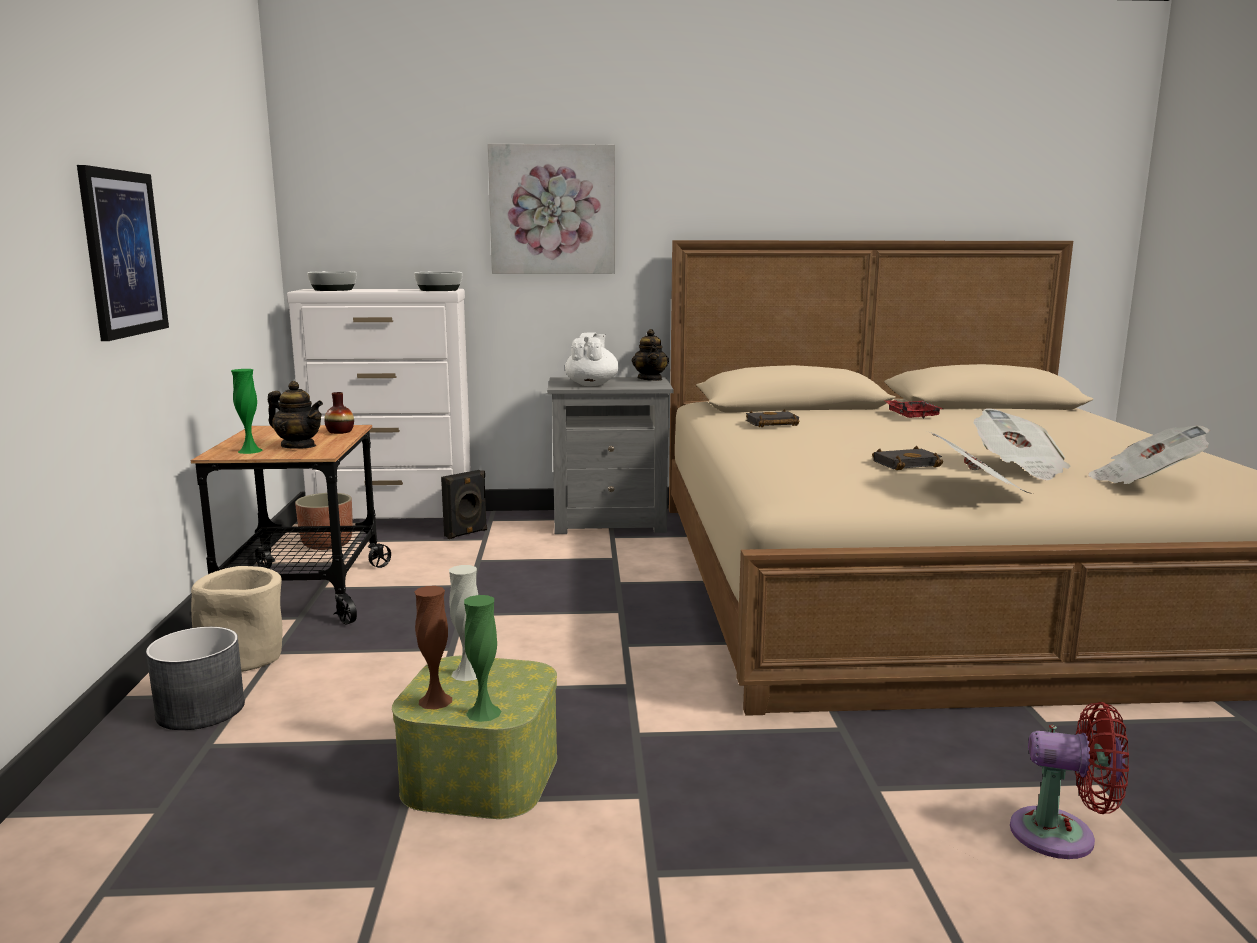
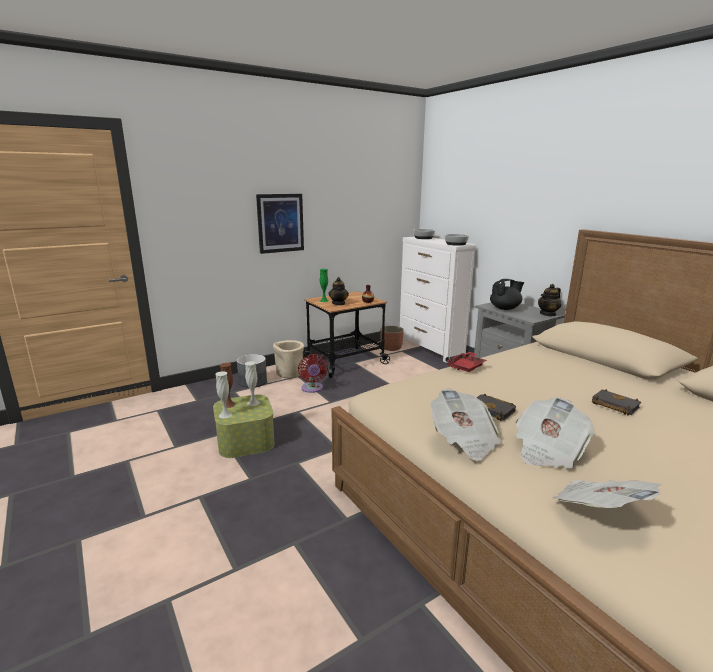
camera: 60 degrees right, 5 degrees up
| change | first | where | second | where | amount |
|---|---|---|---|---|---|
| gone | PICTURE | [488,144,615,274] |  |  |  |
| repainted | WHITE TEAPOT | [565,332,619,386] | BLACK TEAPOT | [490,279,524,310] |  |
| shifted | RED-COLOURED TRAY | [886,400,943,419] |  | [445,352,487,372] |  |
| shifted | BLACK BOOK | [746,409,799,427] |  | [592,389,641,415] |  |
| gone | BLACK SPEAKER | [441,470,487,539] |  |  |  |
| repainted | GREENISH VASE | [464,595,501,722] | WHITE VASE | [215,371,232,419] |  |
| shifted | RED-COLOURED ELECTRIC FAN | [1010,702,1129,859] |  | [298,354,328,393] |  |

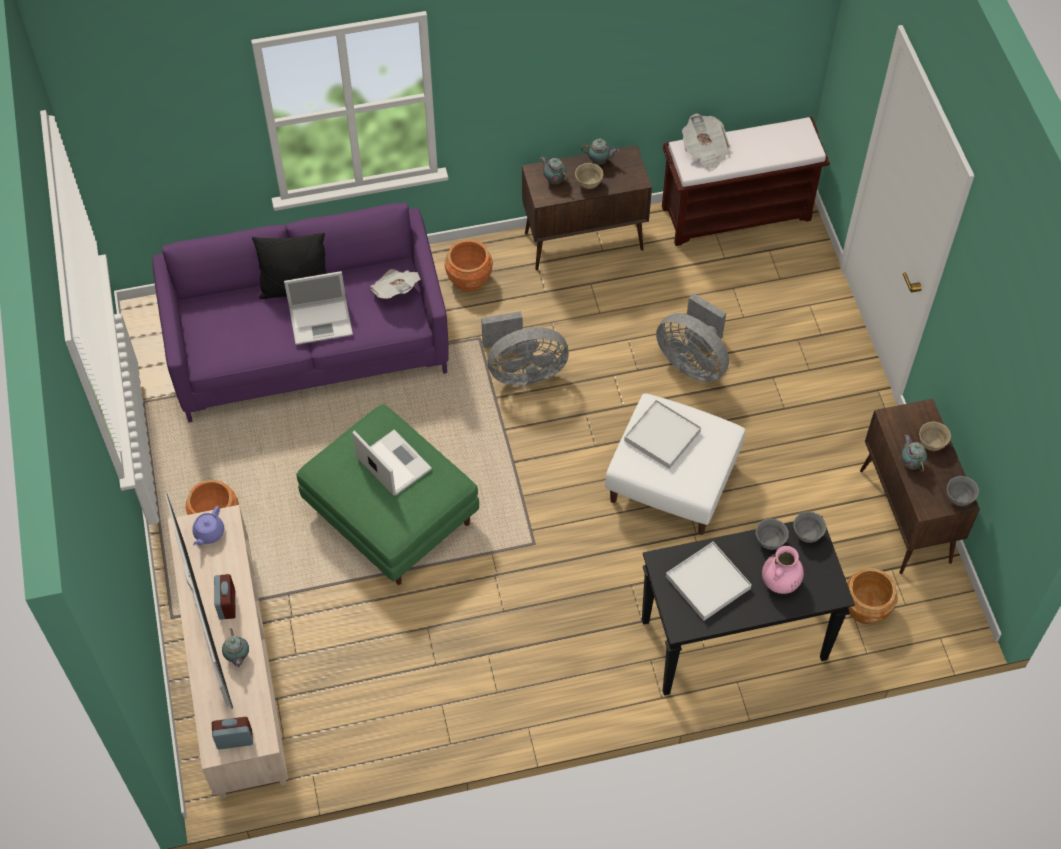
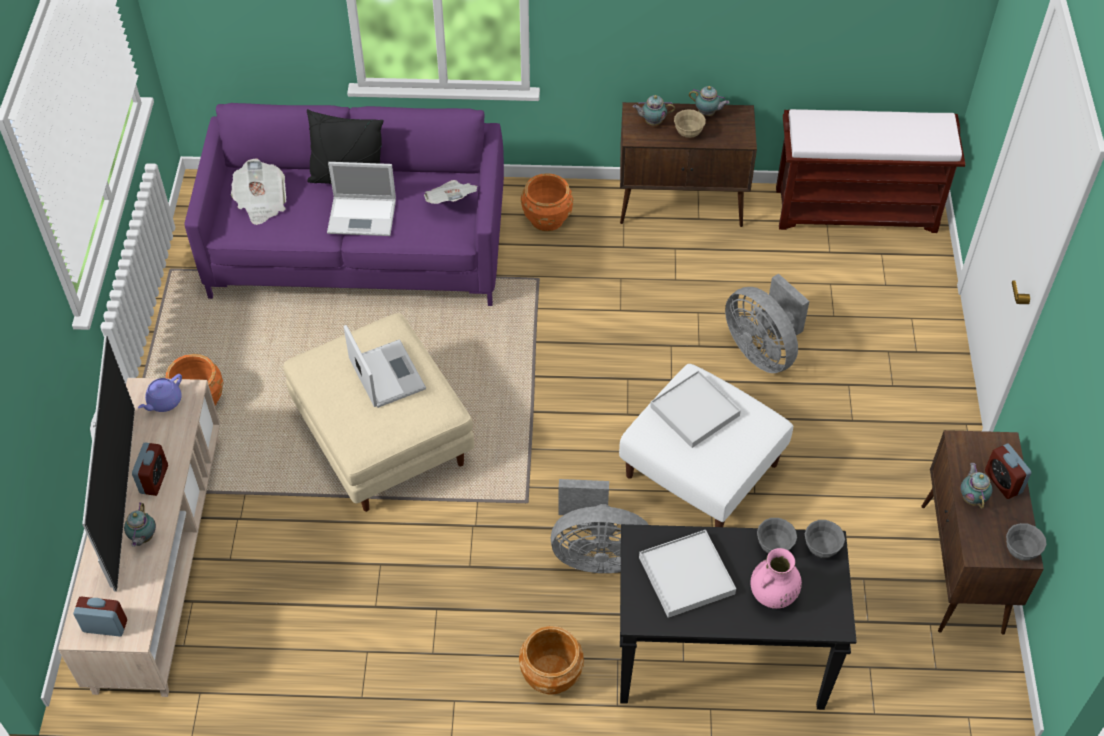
camera: 15 degrees right, 5 degrees down
| change | first | where | second | where | amount |
|---|---|---|---|---|---|
| shifted | DAILY PAPER | [682,113,731,171] |  | [231,159,286,225] |  |
| rotated | TEAPOT | [540,156,568,184] |  | [633,95,675,126] | 60 degrees counterclockwise |
| shifted | GRAY ELECTRIC FAN | [481,311,569,386] |  | [551,479,649,573] |  |
| repainted | GREENISH OTTOMAN | [297,404,479,585] | BEIGE-COLOURED OTTOMAN | [283,313,474,512] |  |
| swapped | BEIGE-COLOURED BOWL | [919,421,951,451] | BEDSIDE CLOCK | [985,444,1031,499] |  |
| shifted | BROWN-COLOURED PLANT POT | [847,568,898,624] |  | [519,626,584,695] |  |

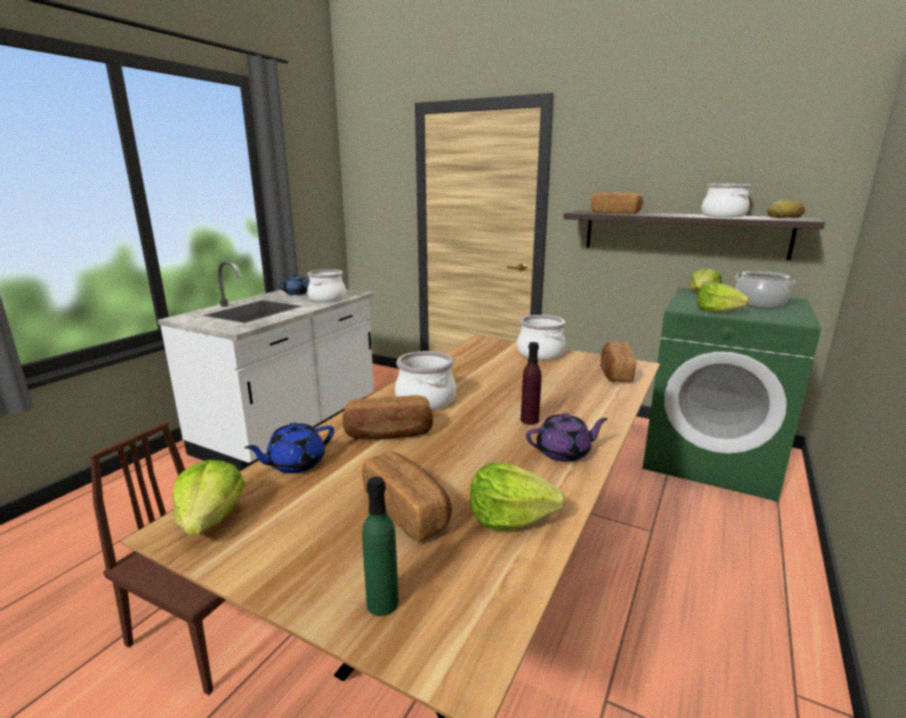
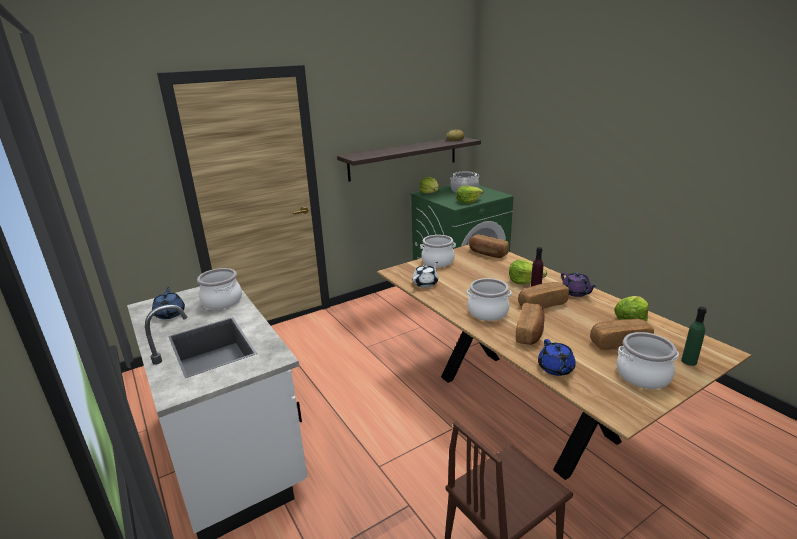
camera: 60 degrees left, 5 degrees up
| change | first | where | second | where | amount |
|---|---|---|---|---|---|
| shifted | STOCKPOT | [701,184,751,217] |  | [617,332,679,389] |  |
| shifted | BREAD | [591,193,643,214] |  | [518,282,569,309] |  |
| rotated | PURPLE-COLOURED TEAPOT | [526,413,608,462] |  | [561,272,597,297] | 135 degrees clockwise |
| shifted | LETTUCE | [173,460,245,535] |  | [509,260,547,284] |  |
| new |  |  | WHITE TEAPOT | [412,262,438,288] |  |

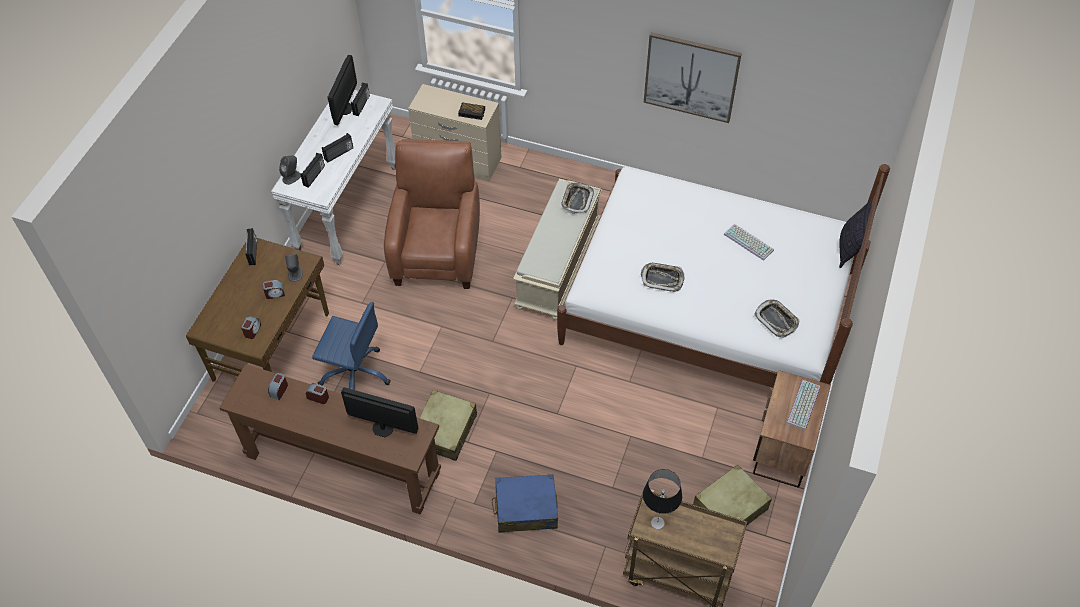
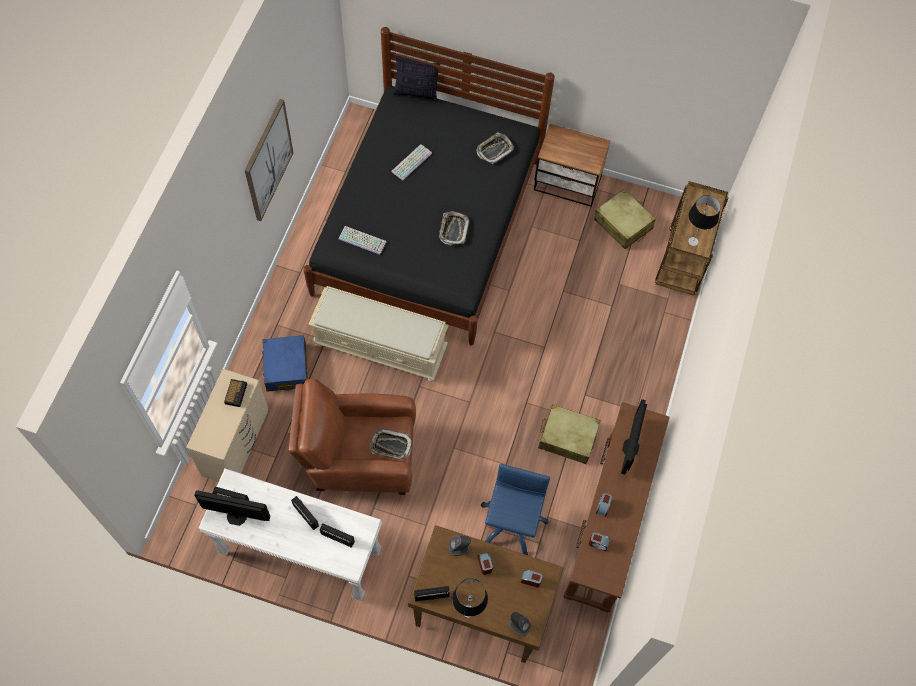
camera: 95 degrees left, 10 degrees up
| change | first | where | second | where | amount |
|---|---|---|---|---|---|
| shifted | GRAY SPEAKER | [279,155,301,185] |  | [509,612,531,637] |  |
| repainted | WHITE SLEEPING BED | [557,164,890,388] | BLACK SLEEPING BED | [303,27,555,346] |  |
| shifted | TRAY | [561,182,594,214] |  | [370,429,412,460] |  |
| shifted | COMPUTER KEYBOARD | [787,380,820,430] |  | [339,226,386,255] |  |
| shifted | BLUE TRAVEL CASE | [492,474,558,533] |  | [262,335,308,392] |  |
| new |  |  | TABLETOP LAMP | [452,578,488,617] |  |

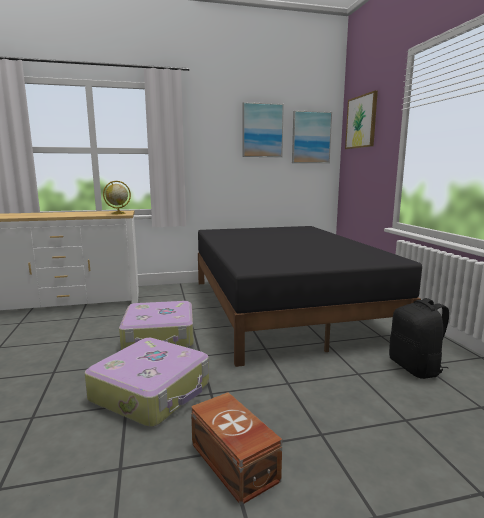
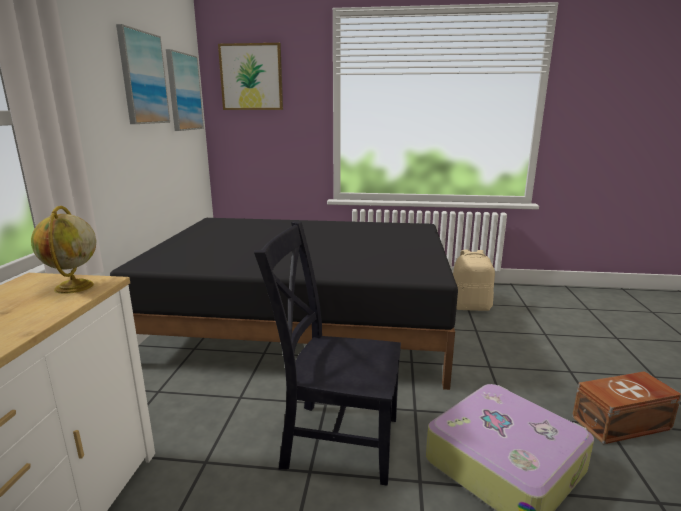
camera: 70 degrees left, 5 degrees up
| change | first | where | second | where | amount |
|---|---|---|---|---|---|
| repainted | BLACK KNAPSACK | [389,298,449,379] | BEIGE-COLOURED KNAPSACK | [453,250,495,311] |  |
| swapped | TRAVEL CASE | [119,301,194,350] | BLACK UPRIGHT CHAIR | [254,221,401,486] |  |

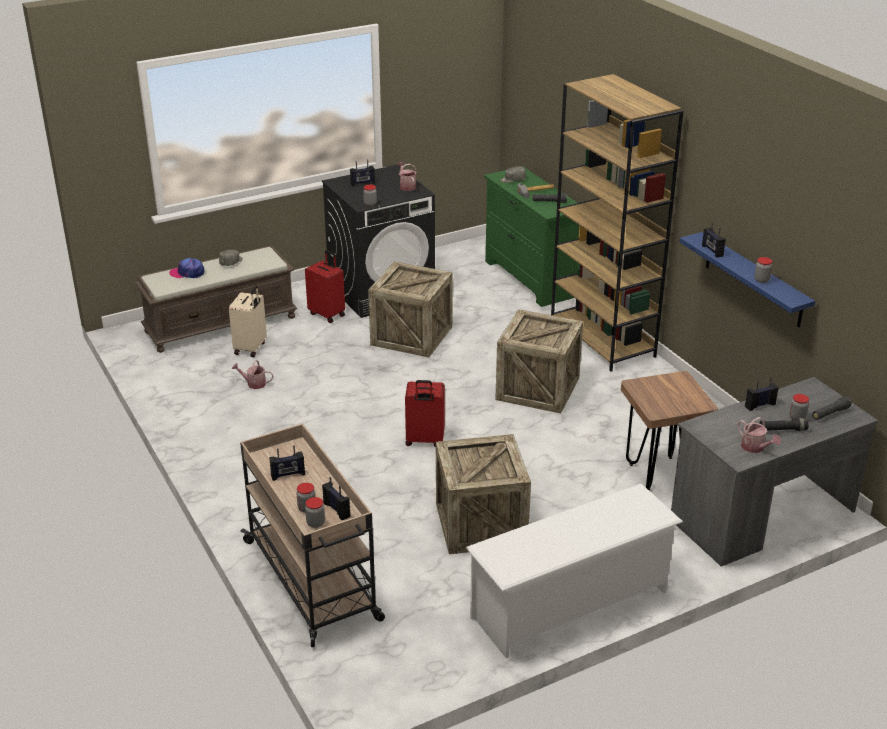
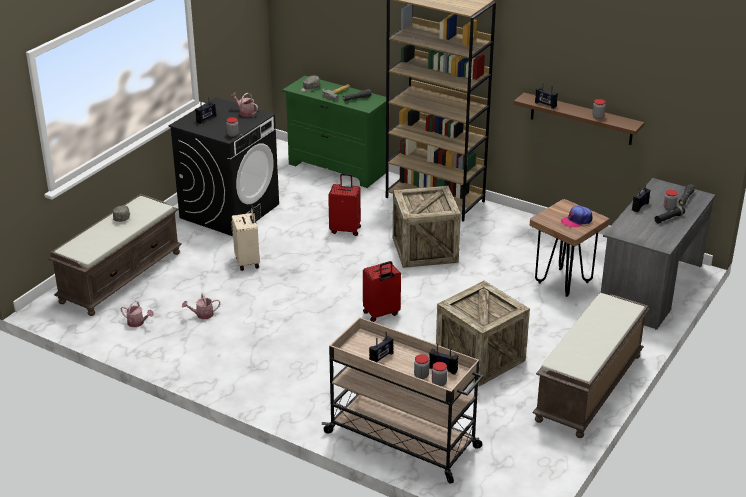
camera: 30 degrees left, 0 degrees up
| change | first | where | second | where | amount |
|---|---|---|---|---|---|
| repainted | BLUE BRACKET SHELF | [679,232,815,327] | BROWN-COLOURED BRACKET SHELF | [514,93,644,145] |  |
| shifted | RED-COLOURED TRAVEL CASE | [305,250,345,323] |  | [328,173,361,236] |  |
| shifted | BASEBALL CAP | [169,258,204,278] |  | [561,206,593,228] |  |
| gone | CRATE | [368,262,453,357] |  |  |  |
| shifted | BEIGE-COLOURED TRAVEL CASE | [229,285,267,357] |  | [232,205,260,271] |  |
| shifted | SPRINKLING CAN | [737,417,781,453] |  | [121,301,154,327] |  |
| swapped | WHITE SHOE SHELF | [466,484,683,658] | BROWN-COLOURED INDOOR BENCH | [533,293,649,438] |  |

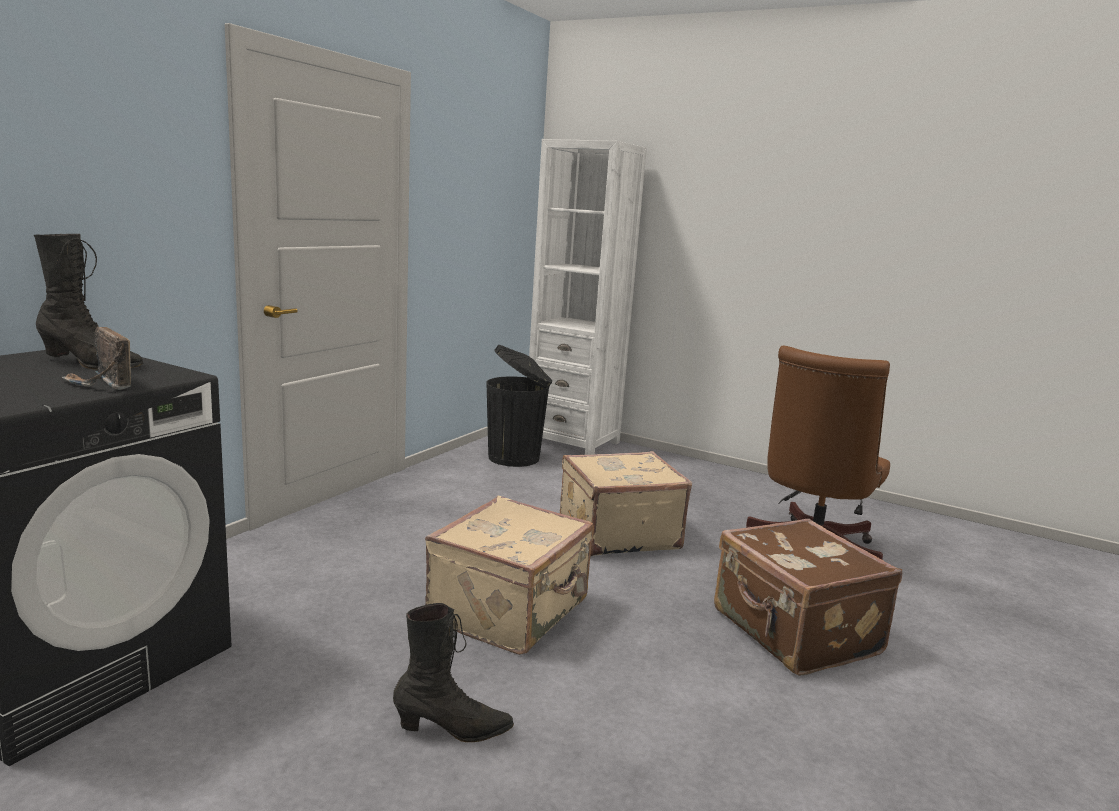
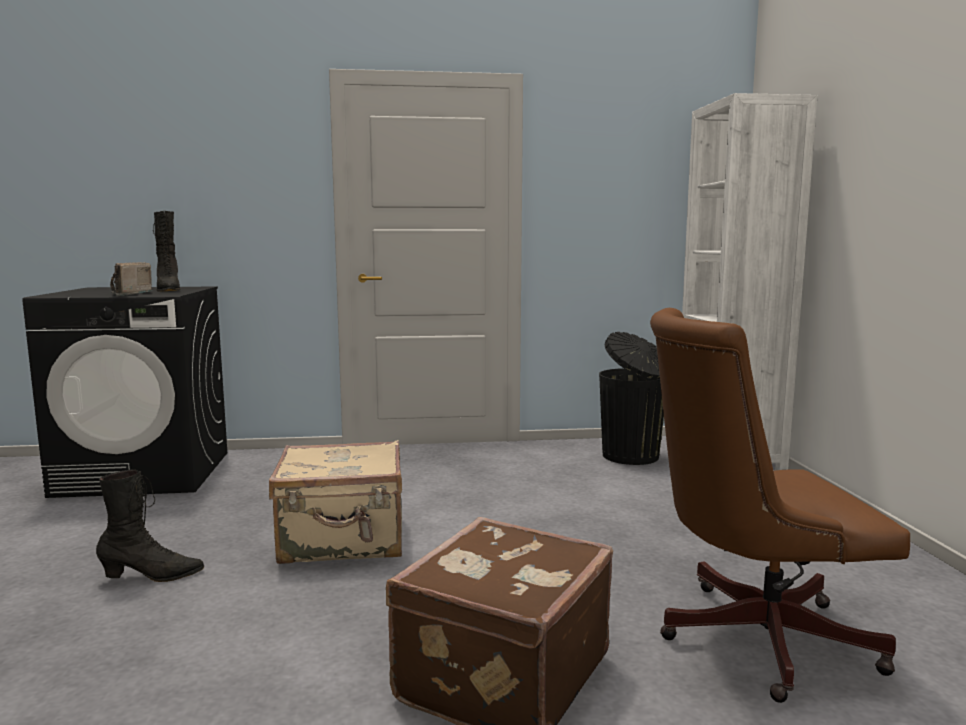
camera: 55 degrees right, 5 degrees down
| change | first | where | second | where | amount |
|---|---|---|---|---|---|
| gone | BEIGE-COLOURED TRAVEL CASE | [560,451,692,557] |  |  |  |
| rotated | BLACK HIGH-TOP BOOT | [393,603,514,742] |  | [96,469,204,582] | 60 degrees counterclockwise |

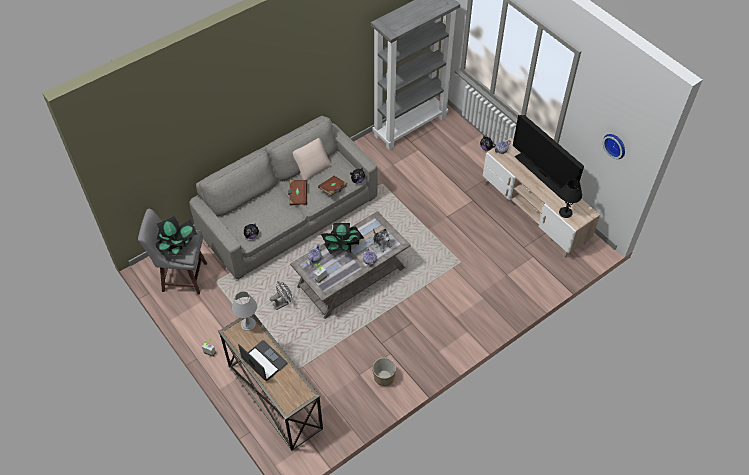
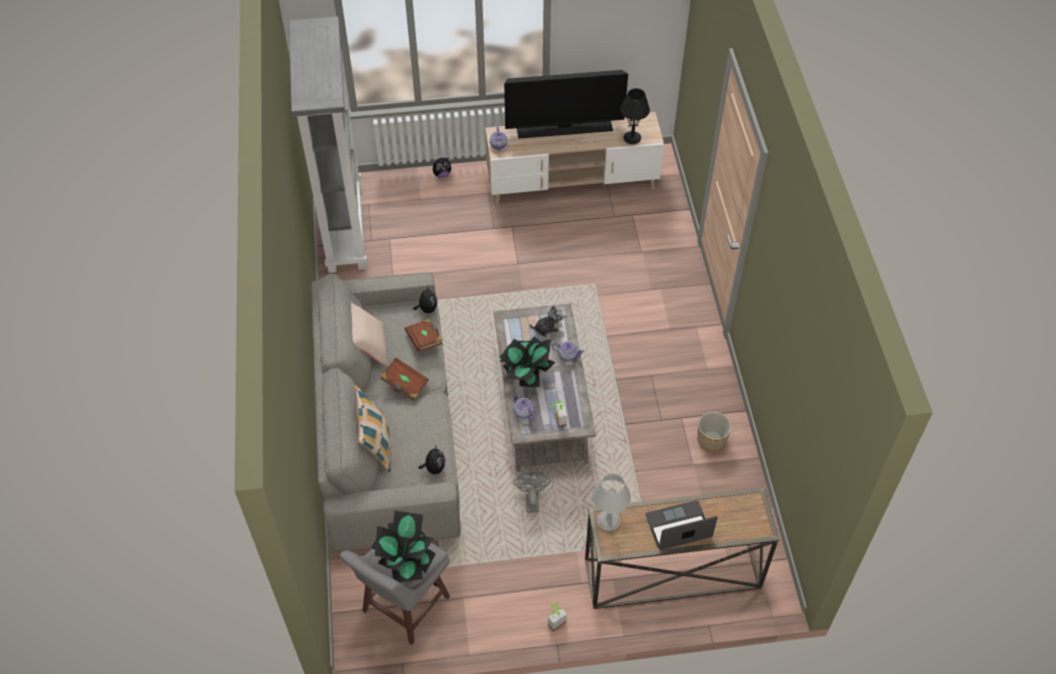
camera: 60 degrees left, 0 degrees up
| change | first | where | second | where | amount |
|---|---|---|---|---|---|
| gone | WALL CLOCK | [603,134,625,159] |  |  |  |
| new |  |  | CUSHION | [354,385,391,472] |  |

